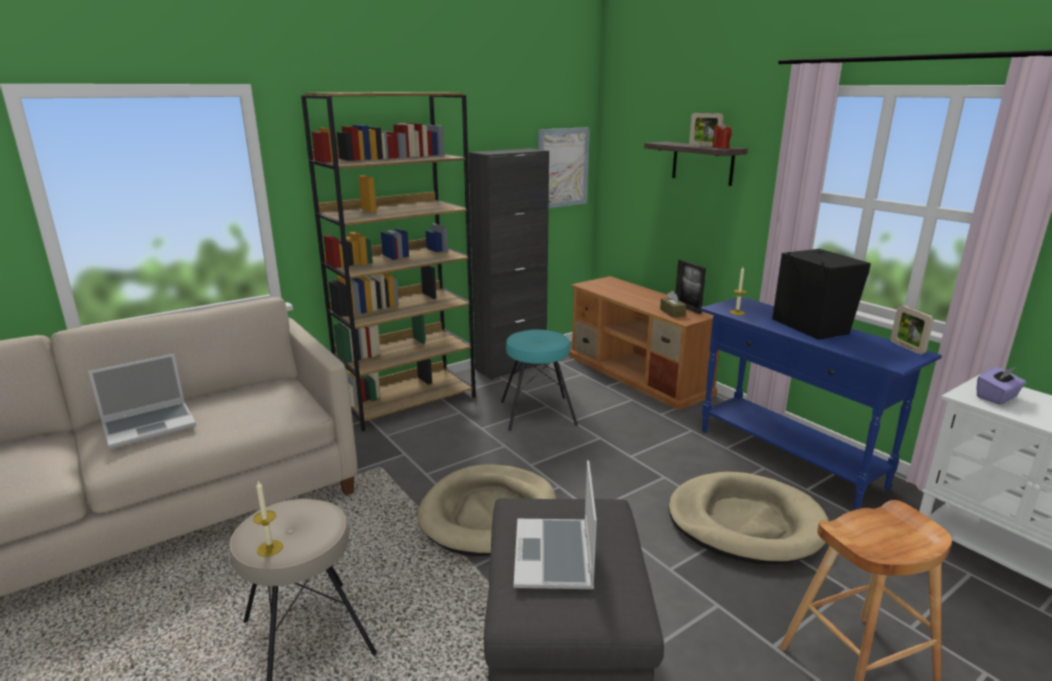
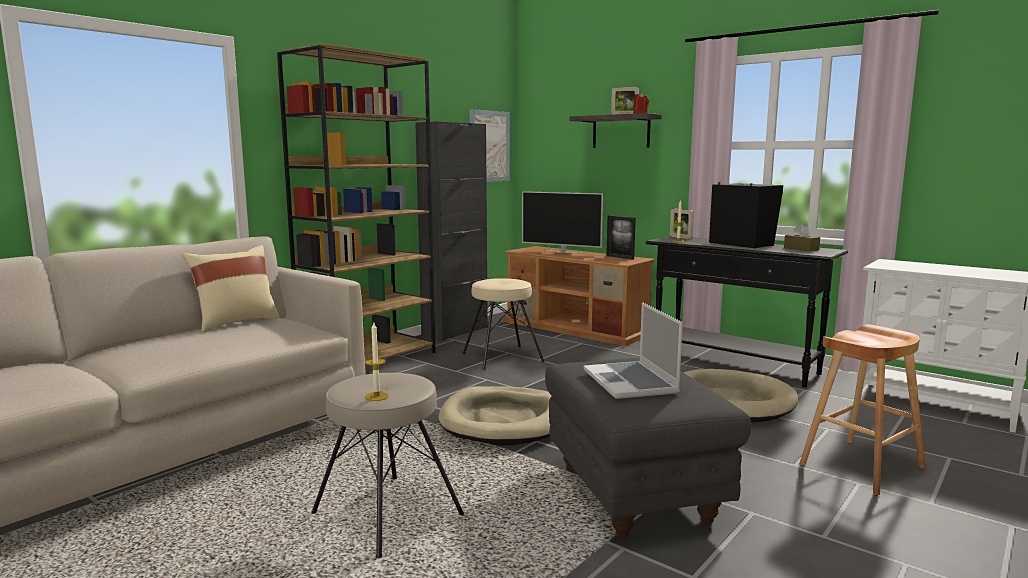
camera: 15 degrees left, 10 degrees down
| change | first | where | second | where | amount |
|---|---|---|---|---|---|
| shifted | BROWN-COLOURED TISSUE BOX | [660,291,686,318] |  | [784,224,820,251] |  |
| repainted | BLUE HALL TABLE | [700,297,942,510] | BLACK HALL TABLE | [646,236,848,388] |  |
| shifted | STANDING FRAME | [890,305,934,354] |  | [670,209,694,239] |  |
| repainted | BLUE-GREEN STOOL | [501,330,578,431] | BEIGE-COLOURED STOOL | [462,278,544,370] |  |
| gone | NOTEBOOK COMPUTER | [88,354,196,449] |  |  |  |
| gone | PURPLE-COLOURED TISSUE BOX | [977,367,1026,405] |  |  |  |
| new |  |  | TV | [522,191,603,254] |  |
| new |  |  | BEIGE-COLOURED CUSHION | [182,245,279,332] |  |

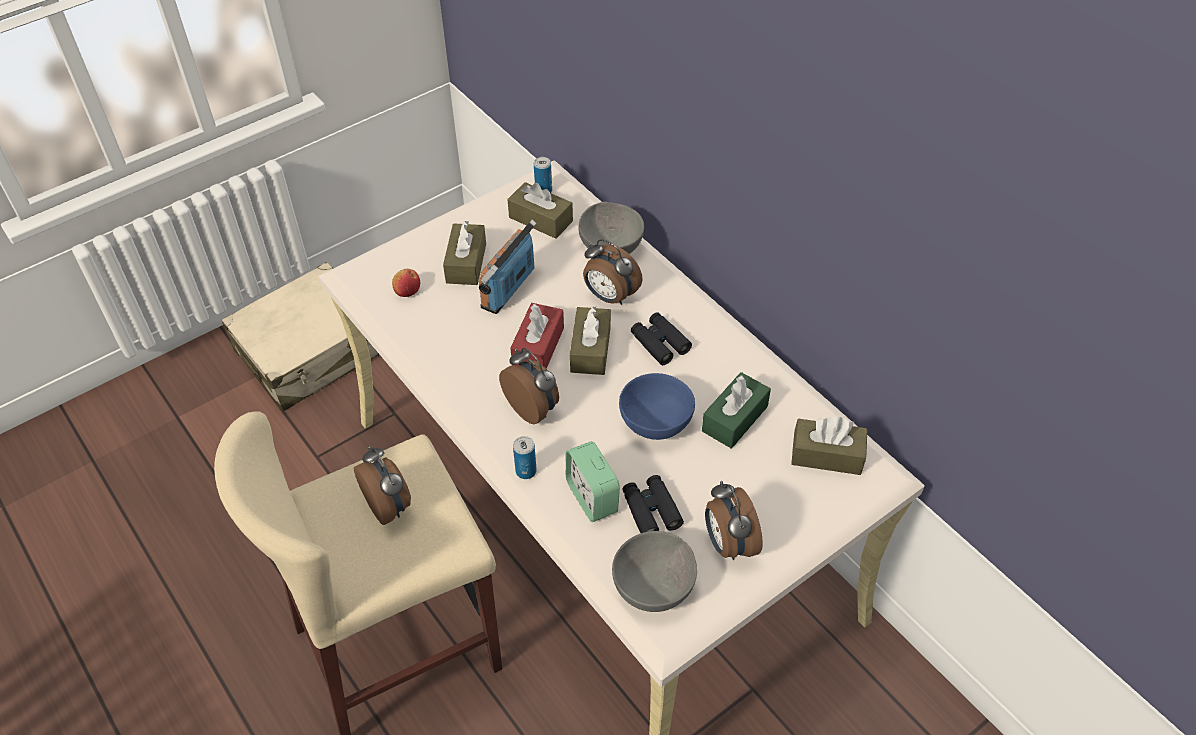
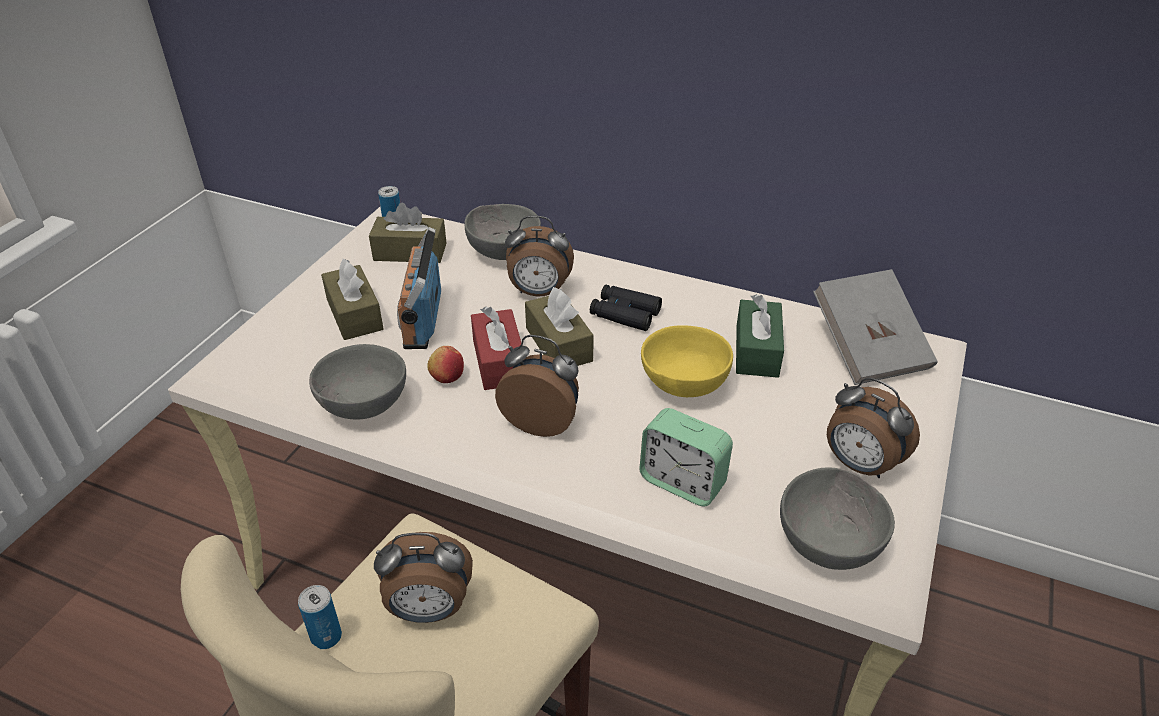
camera: 30 degrees left, 10 degrees down
| change | first | where | second | where | amount |
|---|---|---|---|---|---|
| gone | BEIGE-COLOURED TRAVEL CASE | [222,262,380,411] |  |  |  |
| shifted | WHOLE APPLE | [392,269,420,297] |  | [427,346,464,383] |  |
| repainted | BLUE BOWL | [619,373,695,440] | YELLOWISH BOWL | [641,325,733,397] |  |
| swapped | BROWN-COLOURED TISSUE BOX | [791,417,868,475] | GRAY BOOK | [813,269,938,385] |  |
| shifted | CAN | [513,436,537,479] |  | [298,585,342,649] |  |
| rotated | BEDSIDE CLOCK | [354,446,411,525] |  | [374,532,473,623] | 150 degrees clockwise |
| gone | BLACK FIELD GLASSES | [622,475,684,533] |  |  |  |
| new |  |  | GRAY BOWL | [309,344,406,420] |  |

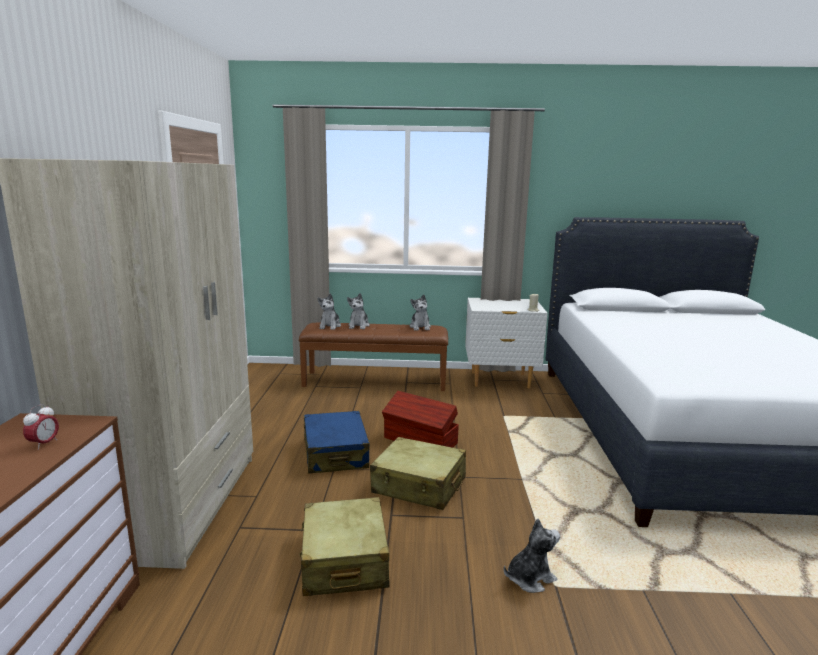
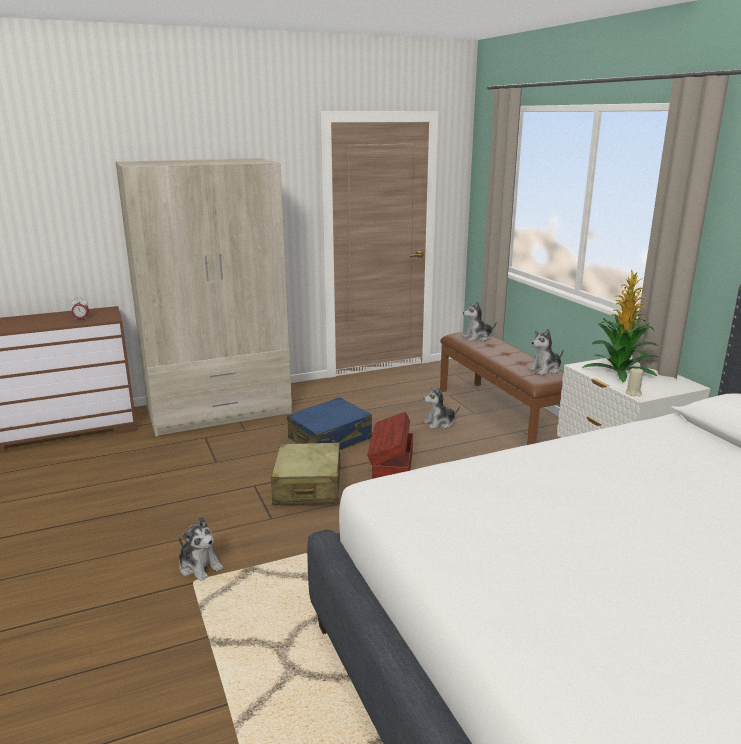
camera: 65 degrees right, 5 degrees up
| change | first | where | second | where | amount |
|---|---|---|---|---|---|
| shifted | PLUSH TOY | [347,293,370,329] |  | [423,387,460,429] |  |
| gone | BEIGE-COLOURED TRAVEL CASE | [300,497,389,596] |  |  |  |
| new |  |  | HOUSEPLANT | [582,270,659,382] |  |

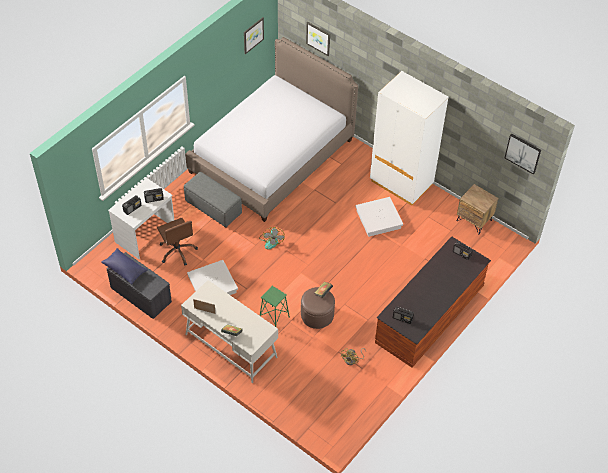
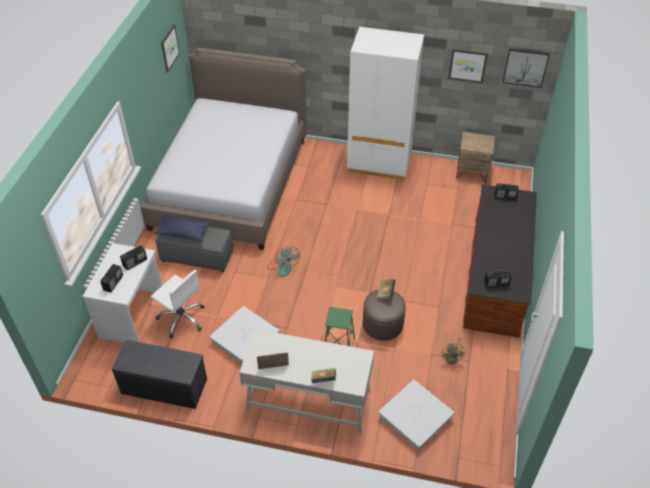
camera: 25 degrees left, 5 degrees down
| change | first | where | second | where | amount |
|---|---|---|---|---|---|
| shifted | PICTURE | [306,22,330,57] |  | [448,49,488,83] |  |
| shifted | WHITE STORAGE BIN | [355,197,403,237] |  | [378,380,455,450] |  |
| repainted | BROWN-COLOURED COMPUTER CHAIR | [157,218,198,265] | WHITE COMPUTER CHAIR | [151,270,204,338] |  |
| shifted | BLUE CUSHION | [101,248,148,284] |  | [155,215,211,242] |  |

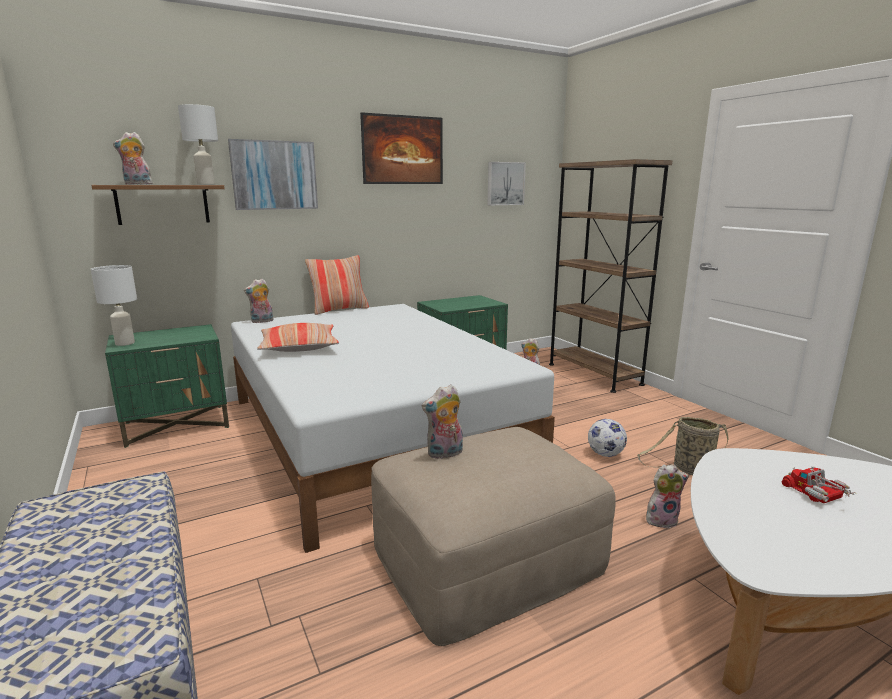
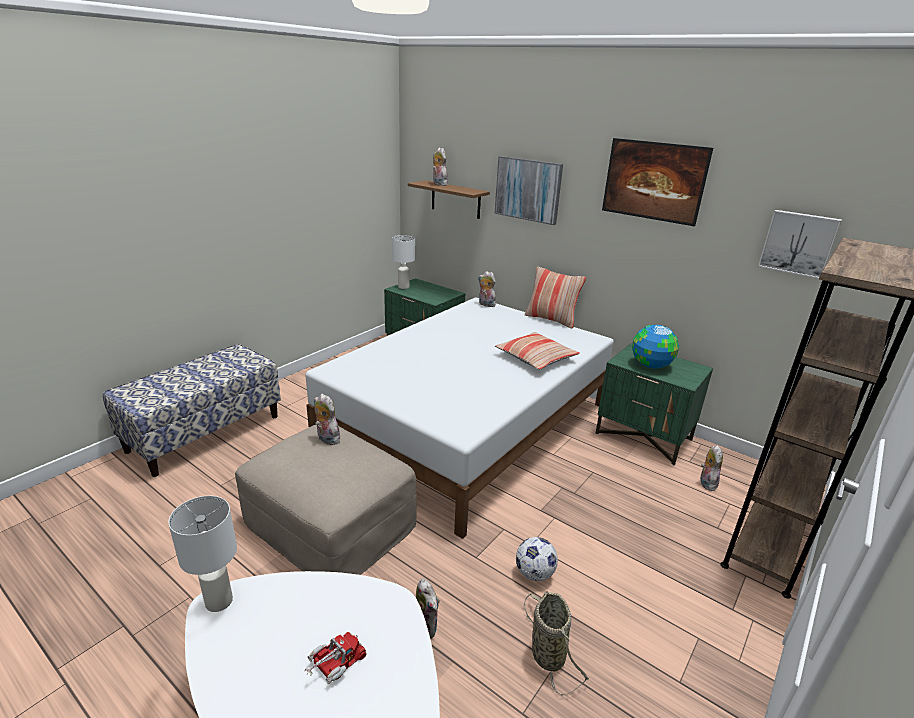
camera: 65 degrees right, 10 degrees up
| change | first | where | second | where | amount |
|---|---|---|---|---|---|
| shifted | WHITE TABLETOP LAMP | [178,104,218,185] |  | [168,496,237,612] |  |
| shifted | CUSHION | [257,323,339,352] |  | [495,332,579,370] |  |
| new |  |  | WORLD GLOBE | [632,325,679,369] |  |

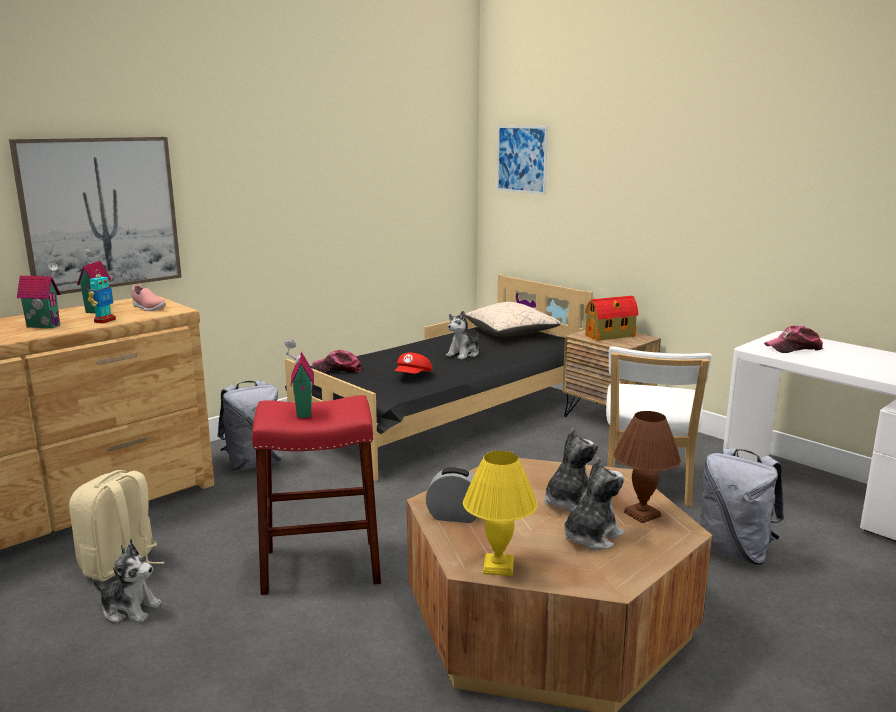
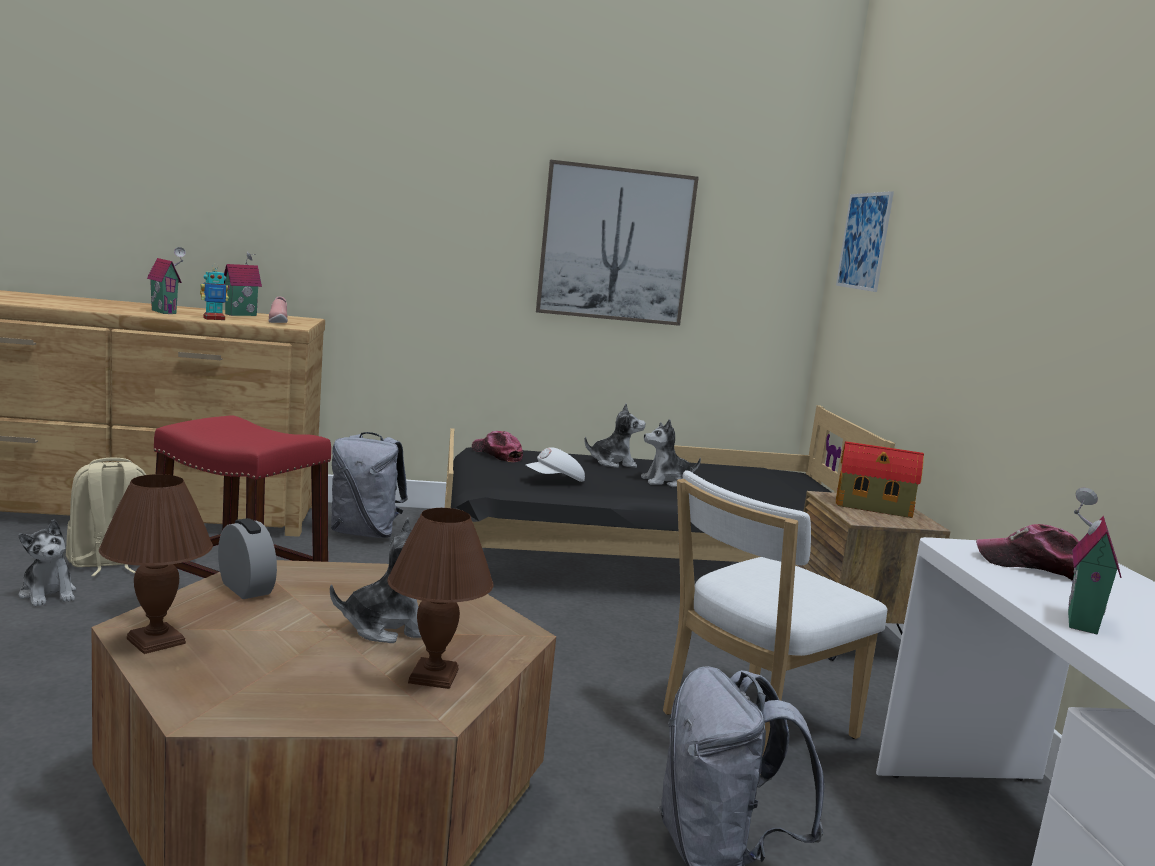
camera: 35 degrees right, 5 degrees down
| change | first | where | second | where | amount |
|---|---|---|---|---|---|
| shifted | PICTURE | [9,137,182,294] |  | [536,160,699,326] |  |
| gone | BEIGE-COLOURED CUSHION | [466,302,561,337] |  |  |  |
| shifted | TOY HOUSE | [285,339,314,418] |  | [1068,488,1122,635] |  |
| repainted | RED-COLOURED BASEBALL CAP | [395,352,432,374] | WHITE BASEBALL CAP | [526,447,585,482] |  |
| repainted | YELLOWISH TABLETOP LAMP | [463,451,537,576] | BROWN-COLOURED TABLETOP LAMP | [99,474,213,654] |  |
| shifted | PLUSH TOY | [564,457,624,550] |  | [584,404,646,468] |  |

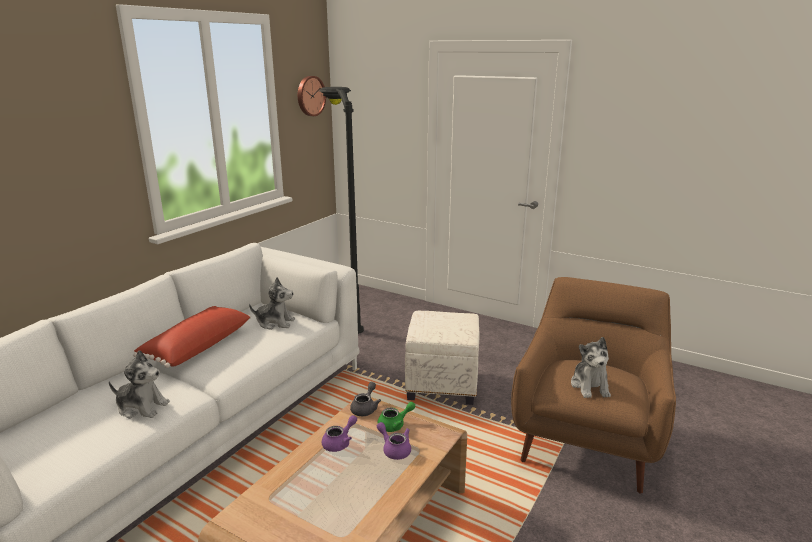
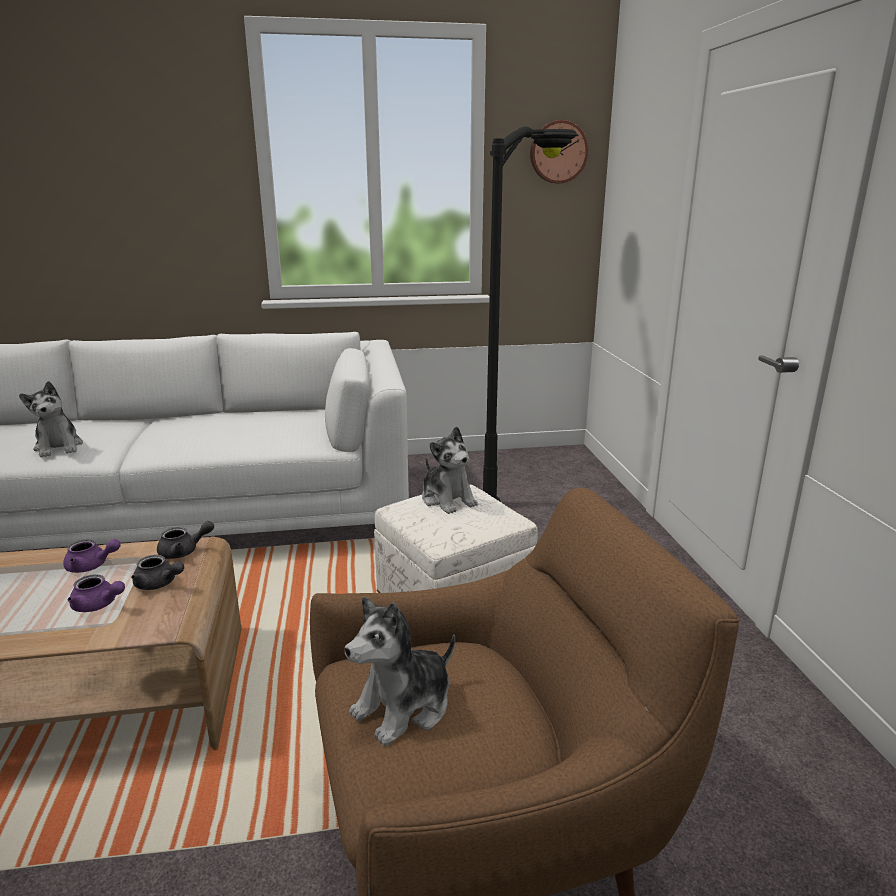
camera: 50 degrees right, 0 degrees up
| change | first | where | second | where | amount |
|---|---|---|---|---|---|
| shifted | PLUSH TOY | [249,277,295,330] |  | [422,426,478,514] |  |
| gone | RED-COLOURED CUSHION | [133,306,251,368] |  |  |  |
| repainted | GREENISH TEAPOT | [378,402,415,432] | GRAY TEAPOT | [131,555,184,590] |  |
| rotated | PURPLE-COLOURED TEAPOT | [377,422,411,460] |  | [68,574,125,612] | 105 degrees clockwise |

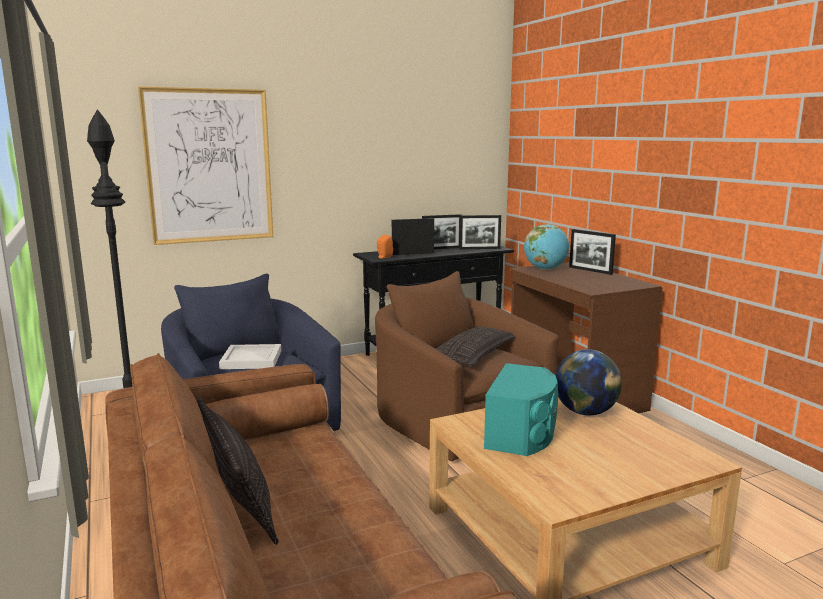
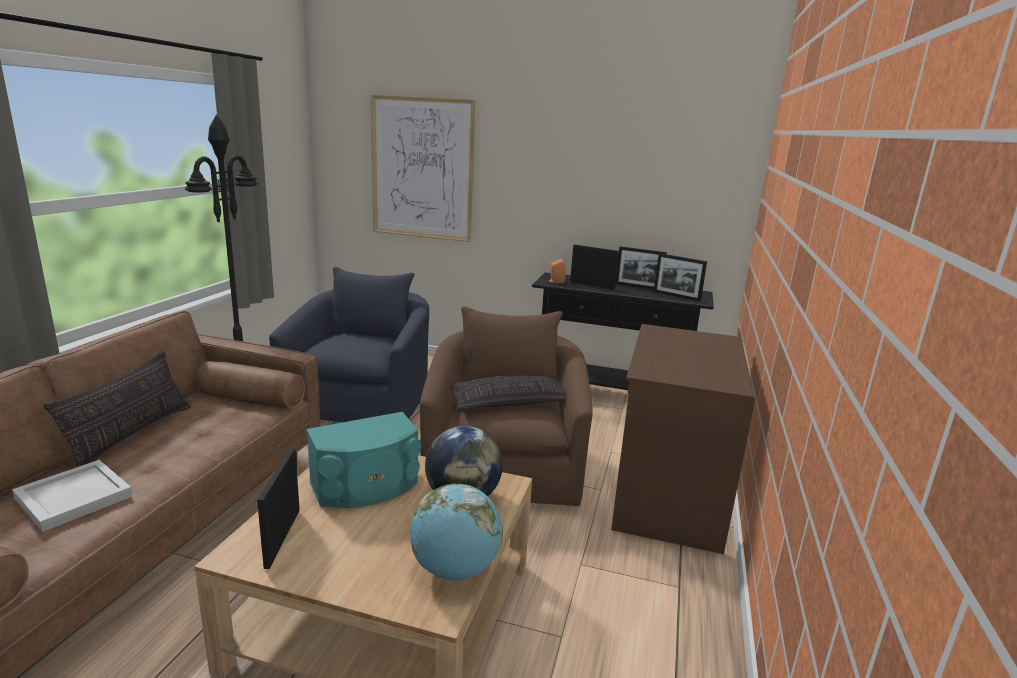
camera: 40 degrees right, 5 degrees up
| change | first | where | second | where | amount |
|---|---|---|---|---|---|
| shifted | WORLD GLOBE | [524,224,569,269] |  | [410,483,503,580] |  |
| shifted | STANDING FRAME | [569,229,616,275] |  | [257,448,300,569] |  |
| shifted | WHITE TRAY | [219,344,281,369] |  | [12,460,133,532] |  |

